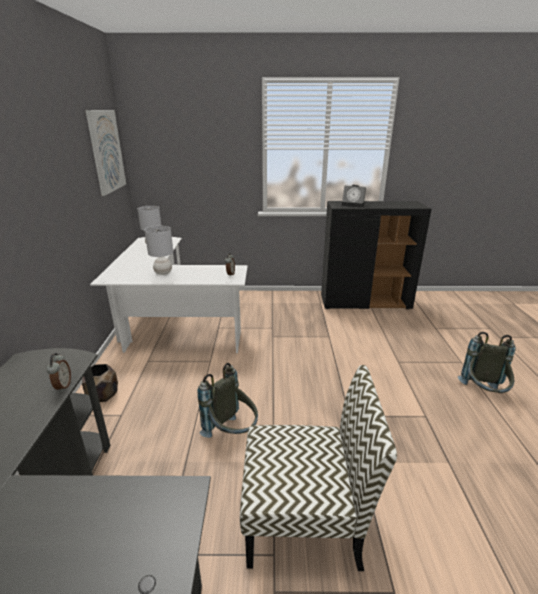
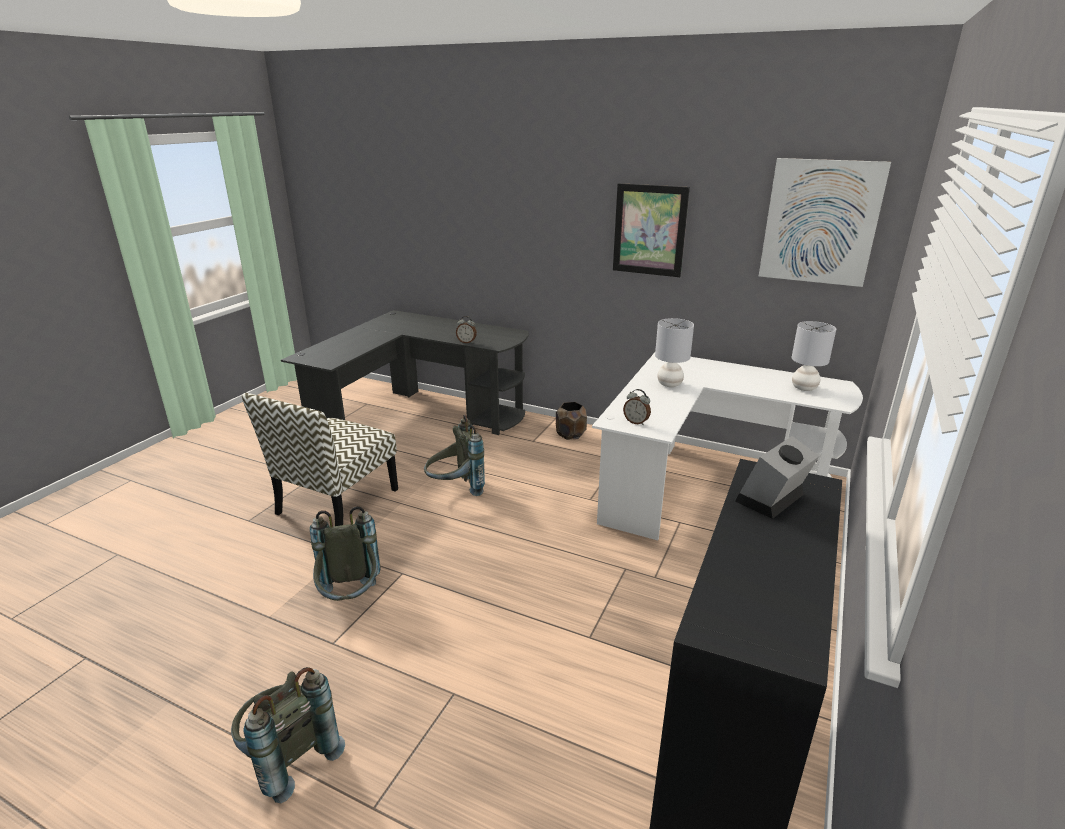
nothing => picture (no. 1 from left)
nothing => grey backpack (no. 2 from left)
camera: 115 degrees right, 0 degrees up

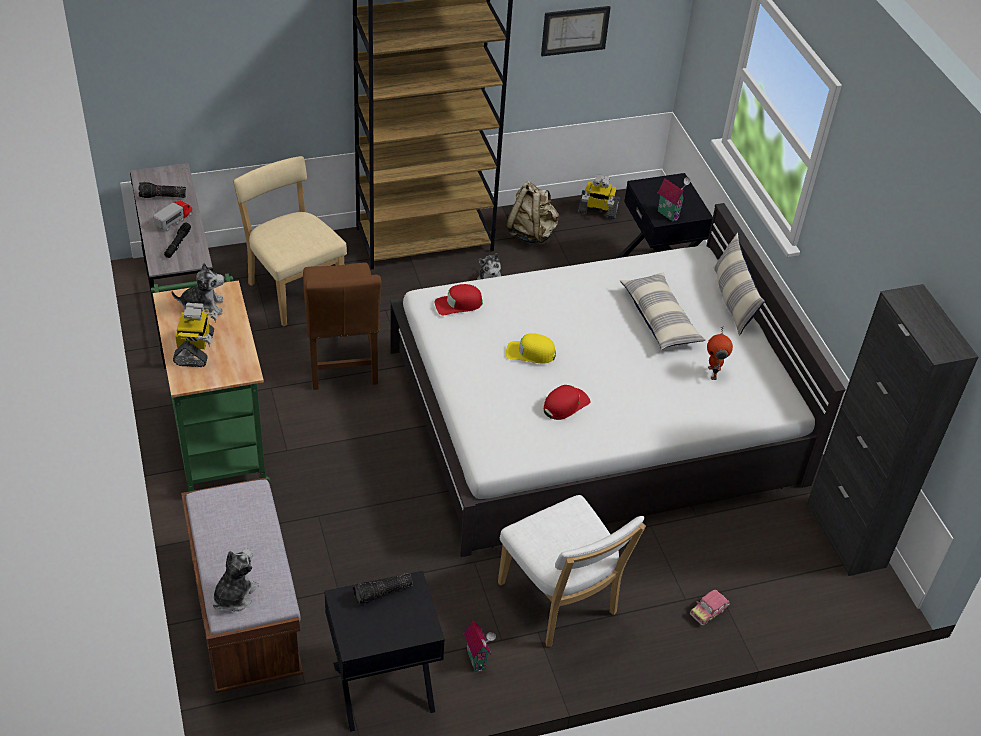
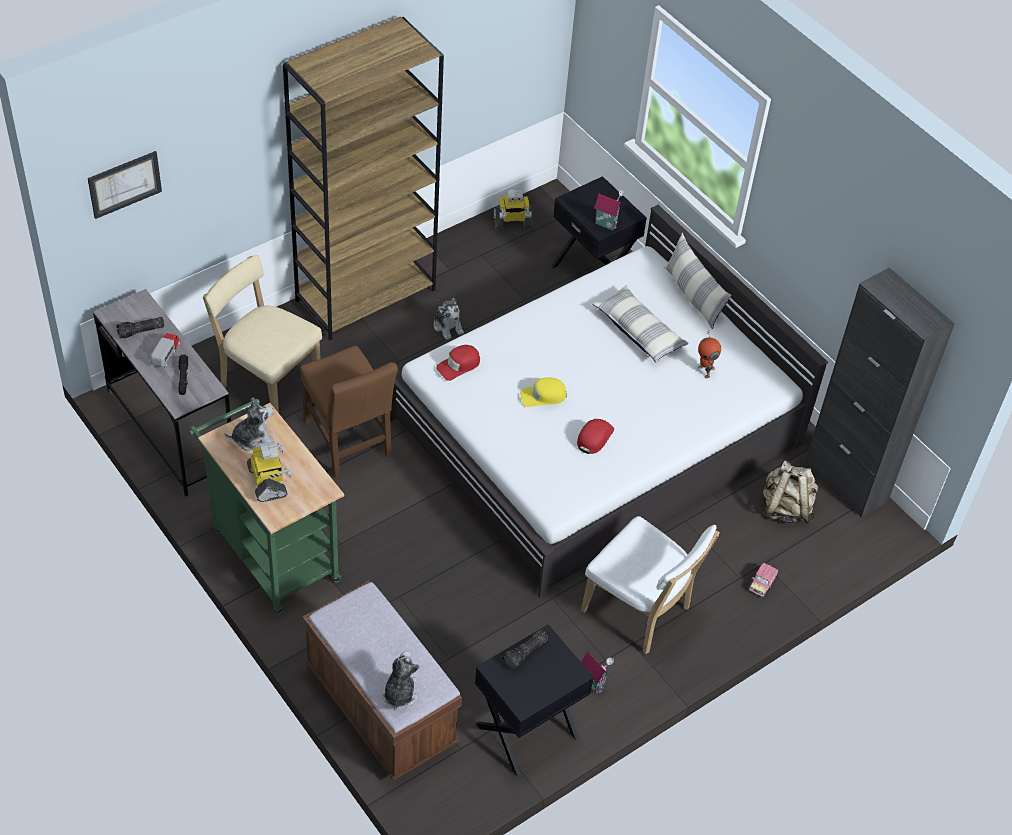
picture, shifted
beige backpack, shifted
camera: 20 degrees left, 5 degrees up

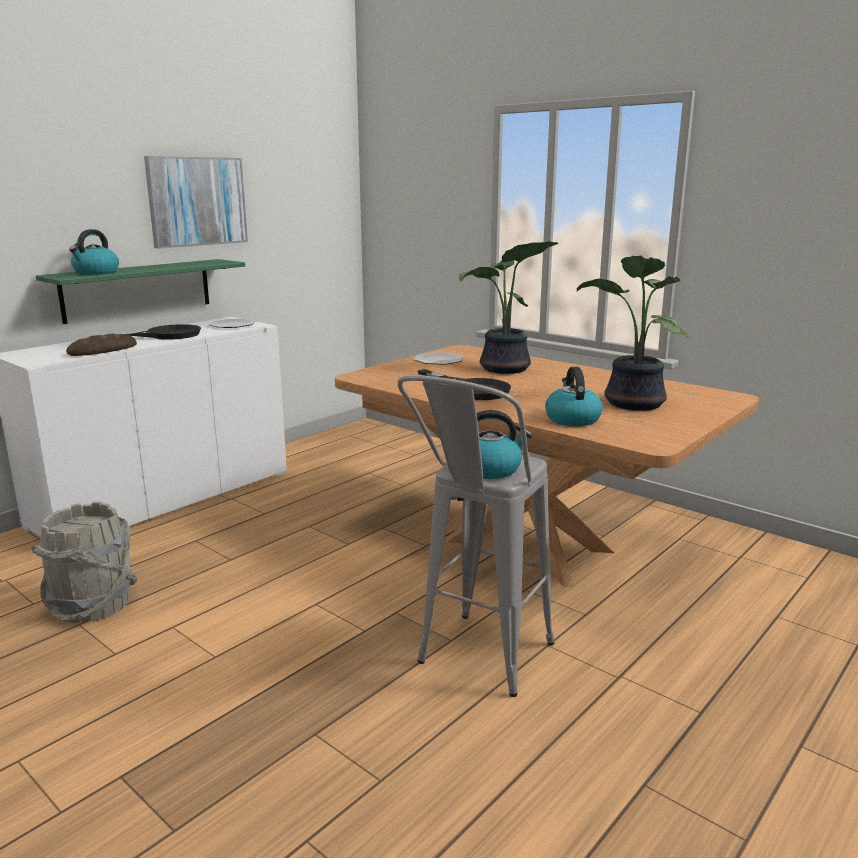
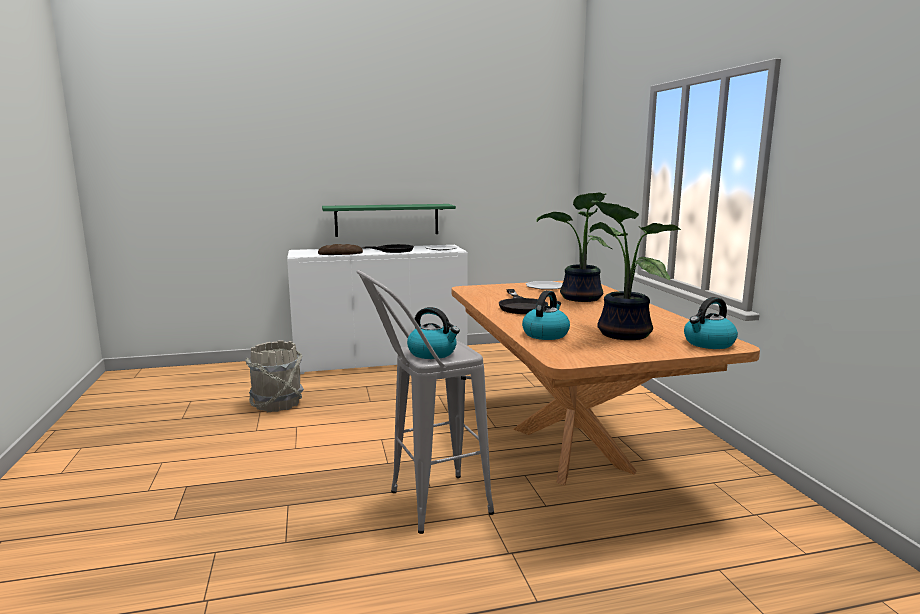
picture => nothing
kettle (no. 1 from left in the first image) => kettle (no. 3 from left), shifted
camera: 35 degrees right, 5 degrees down

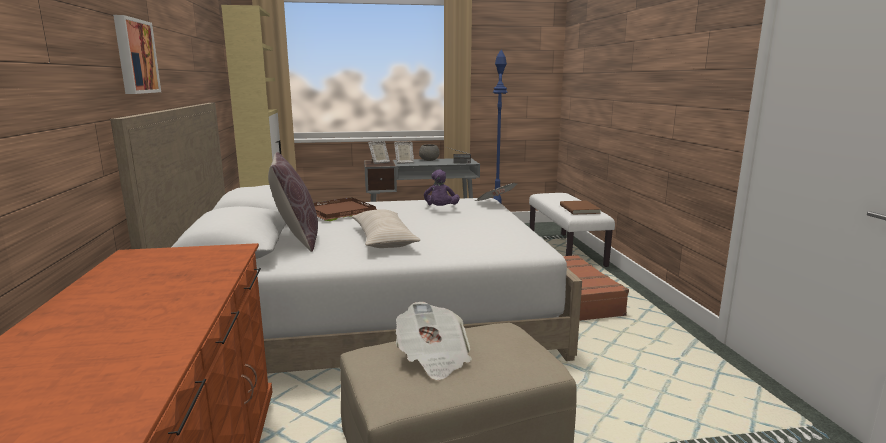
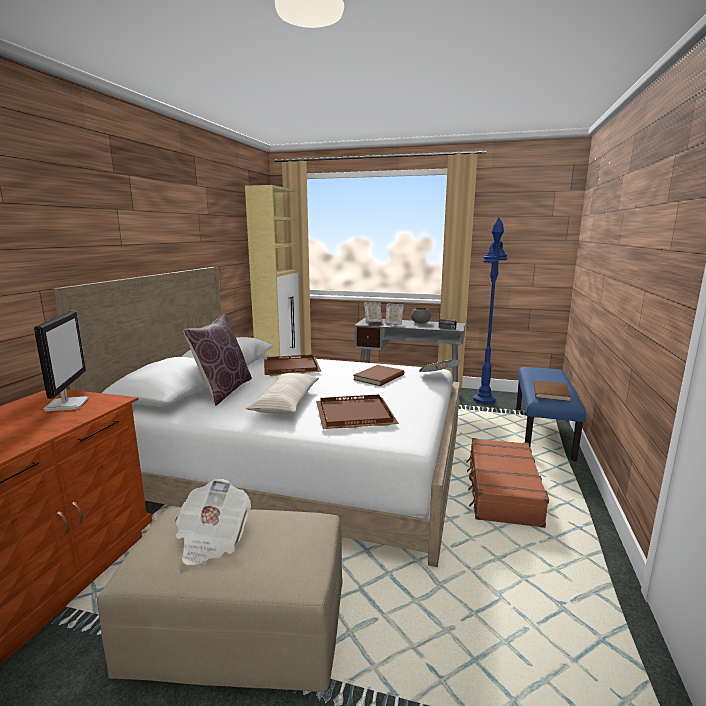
picture => nothing
purple plush toy => brown book (no. 1 from left)
white bench => blue bench
nothing => monitor
nothing => brown tray (no. 2 from left)
camera: 25 degrees right, 0 degrees up

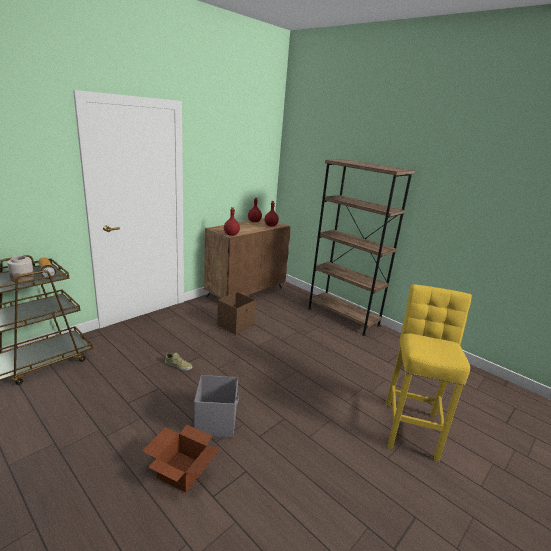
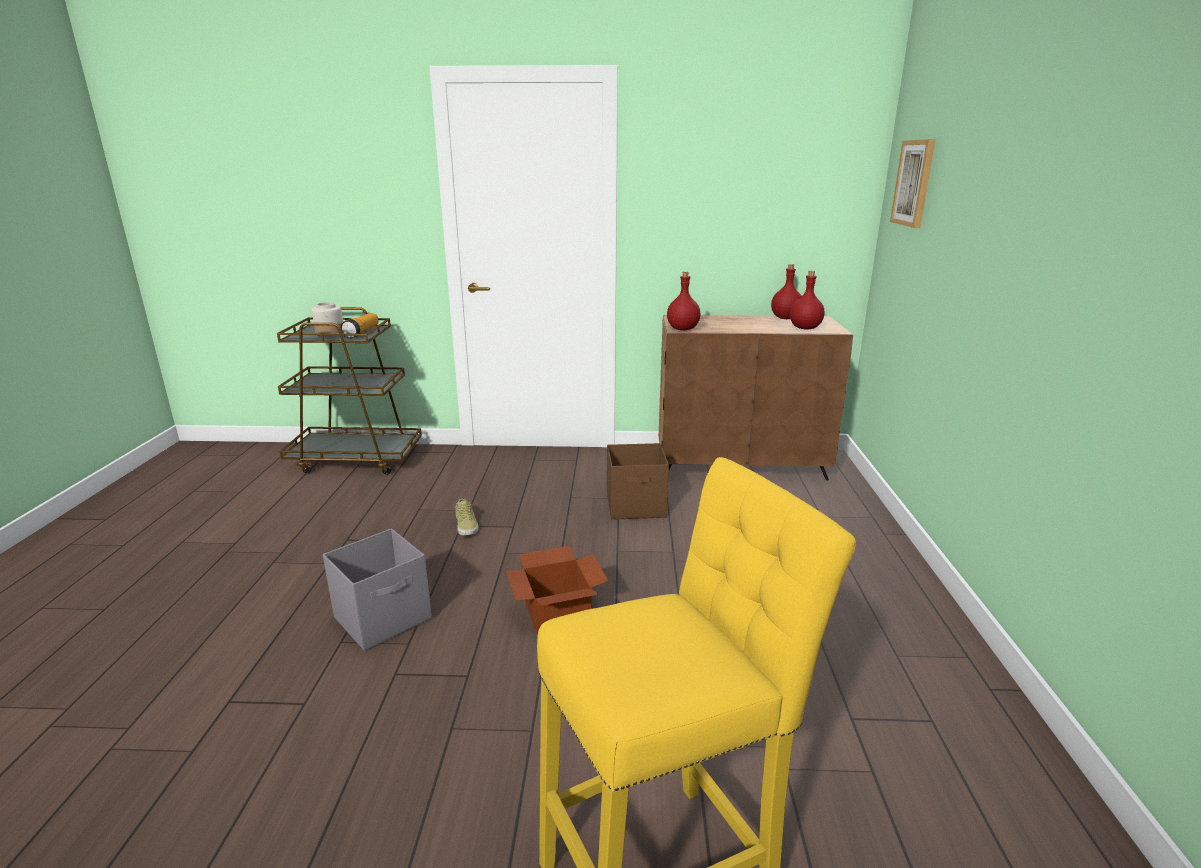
brown bookcase => nothing
cardboard box, shifted
nothing => picture
camera: 50 degrees right, 0 degrees up

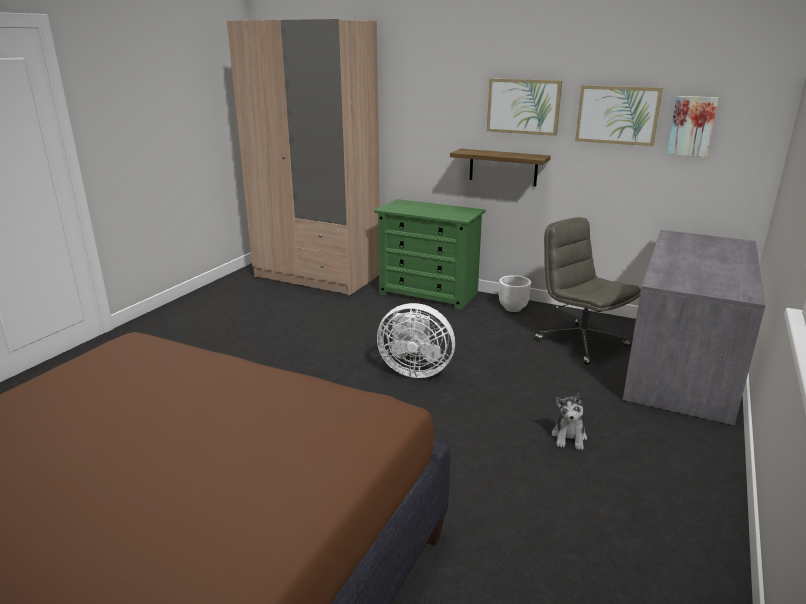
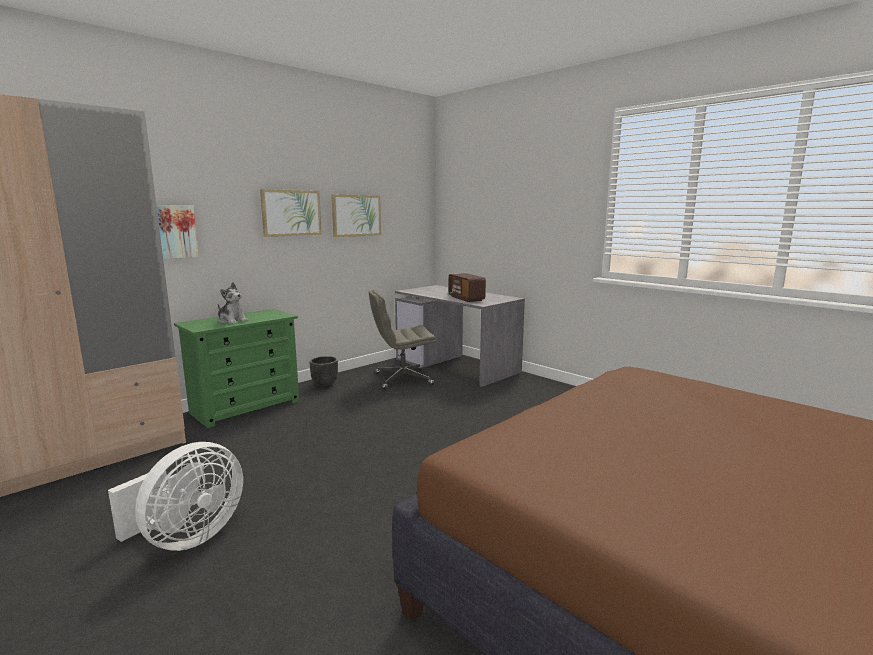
picture (no. 3 from left in the first image) => picture (no. 1 from left), shifted
shelf => nothing
white planter => black planter
white fan, shifted
plush toy, shifted
nothing => radio
camera: 70 degrees left, 10 degrees down

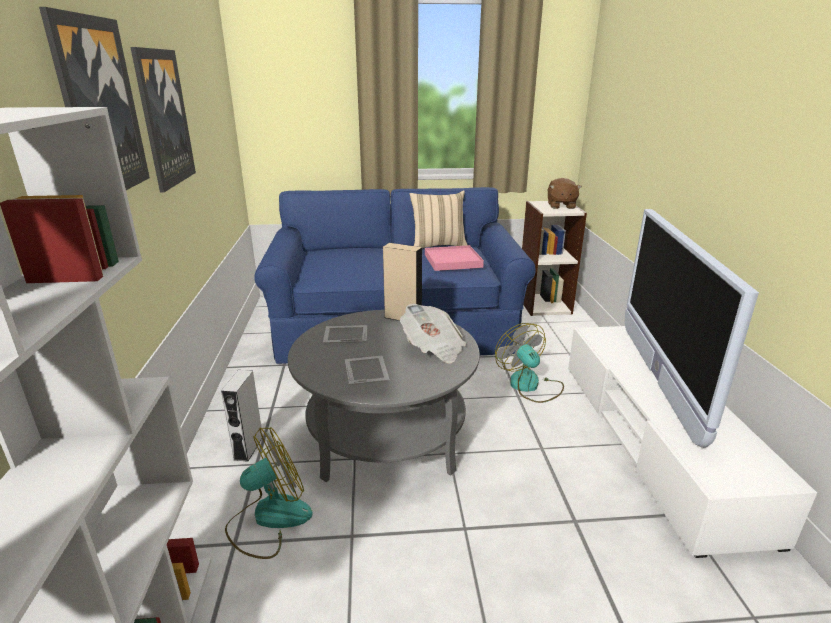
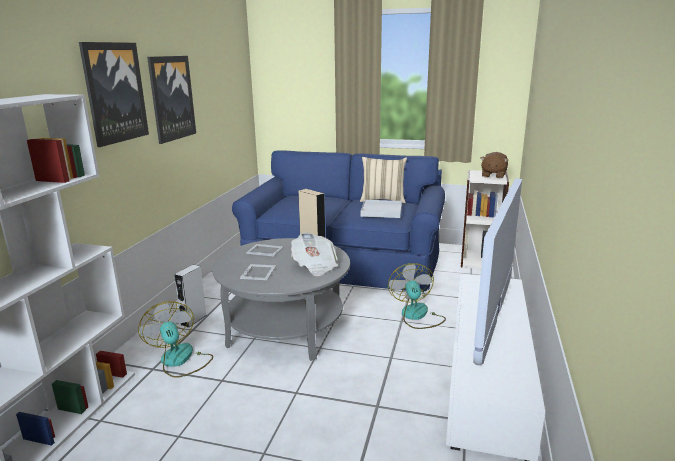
pink tray => white tray
fan (no. 1 from left), 105 degrees counterclockwise
camera: 20 degrees right, 5 degrees down

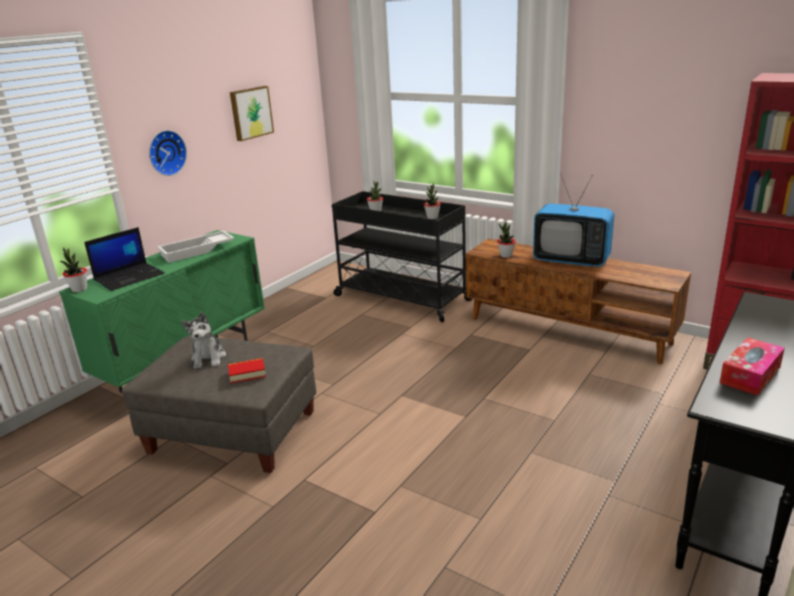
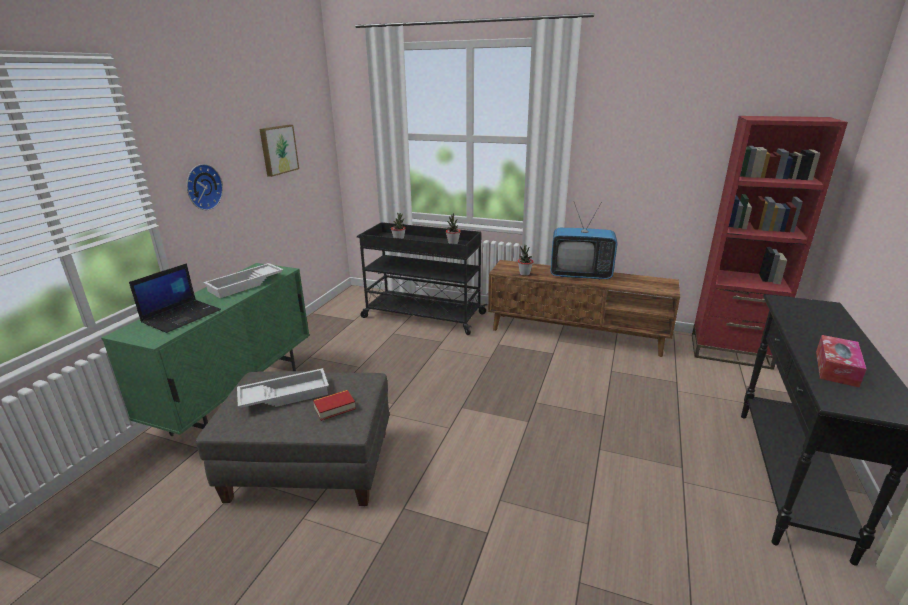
potted plant (no. 1 from left) => nothing
plush toy => white tray (no. 2 from left)
camera: 15 degrees left, 0 degrees up

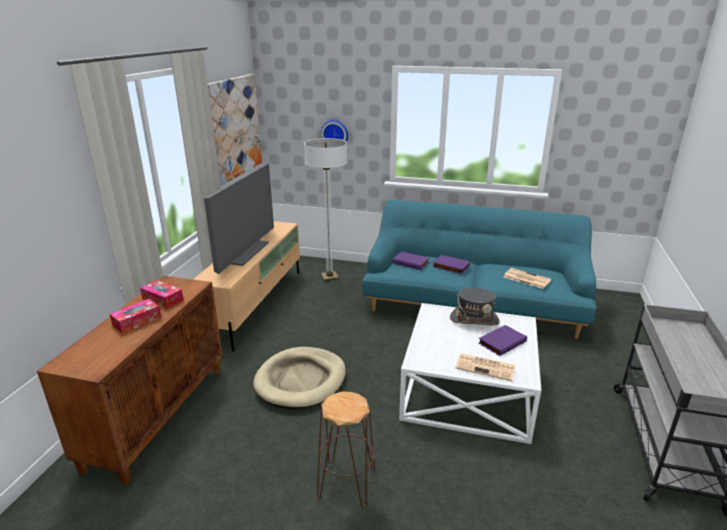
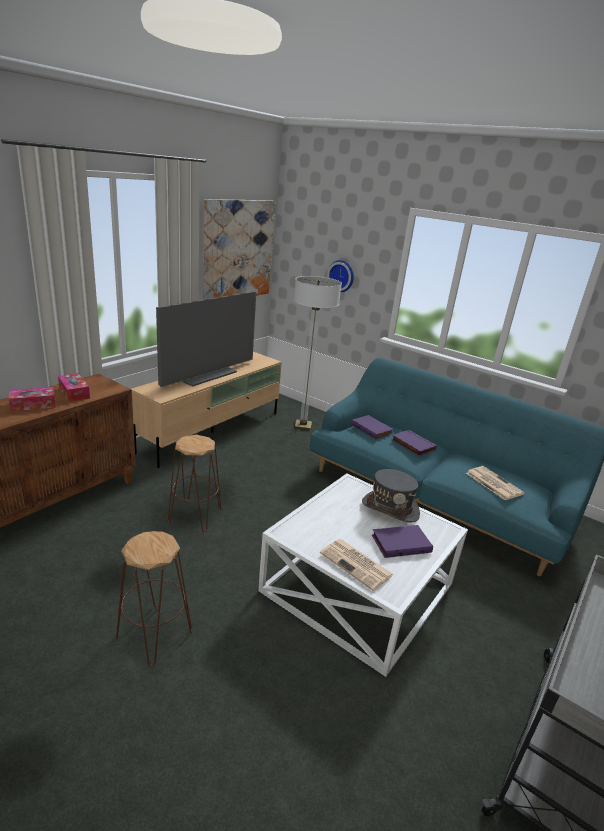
beige dog bed => brown stool (no. 2 from left)
camera: 20 degrees right, 0 degrees up

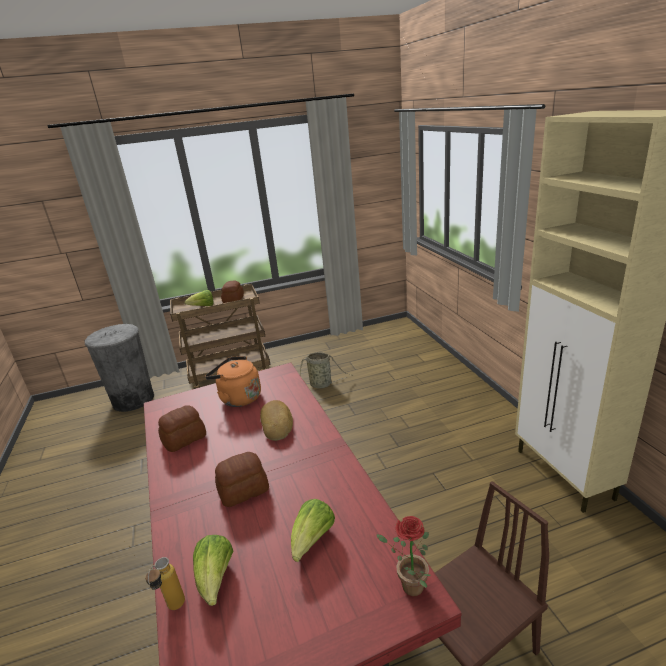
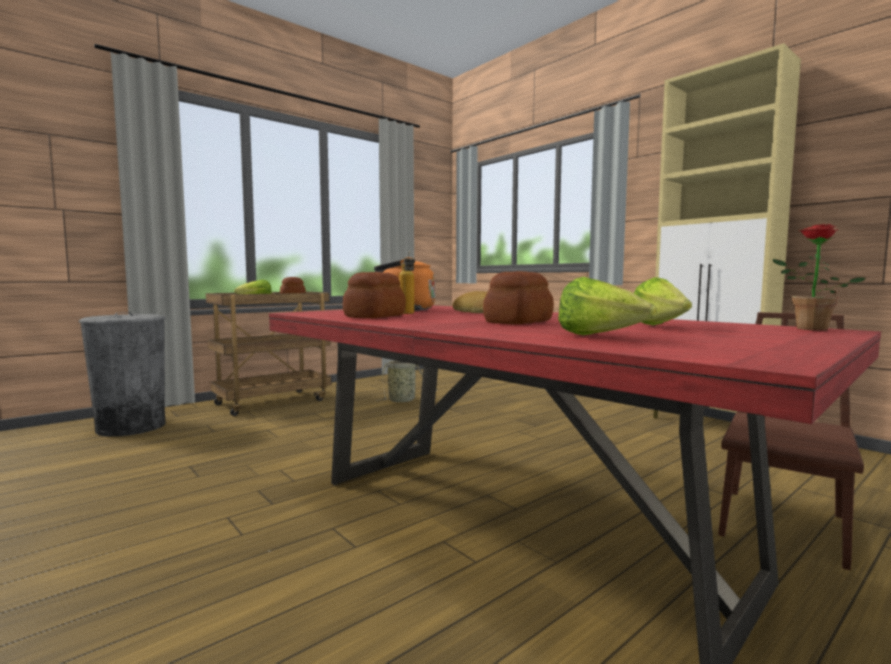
bottle, shifted
camera: 25 degrees left, 20 degrees down

